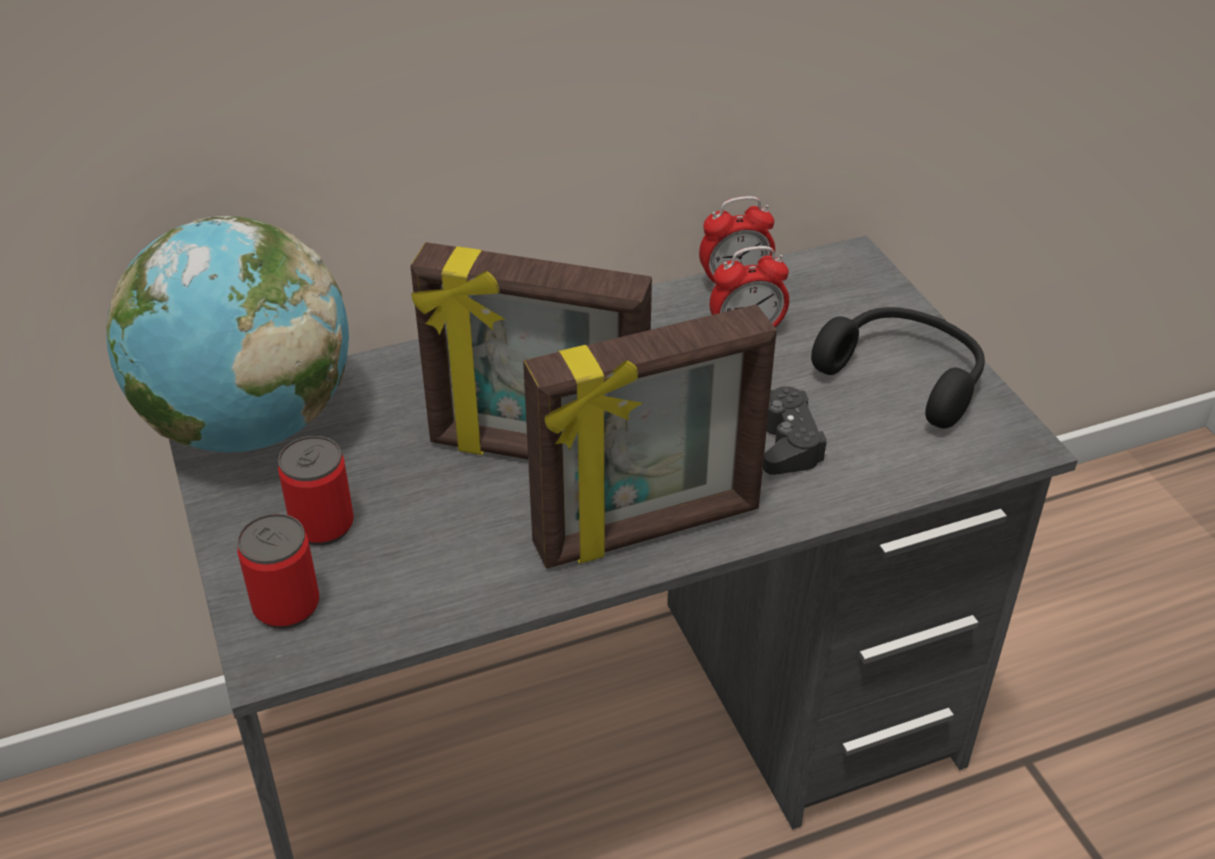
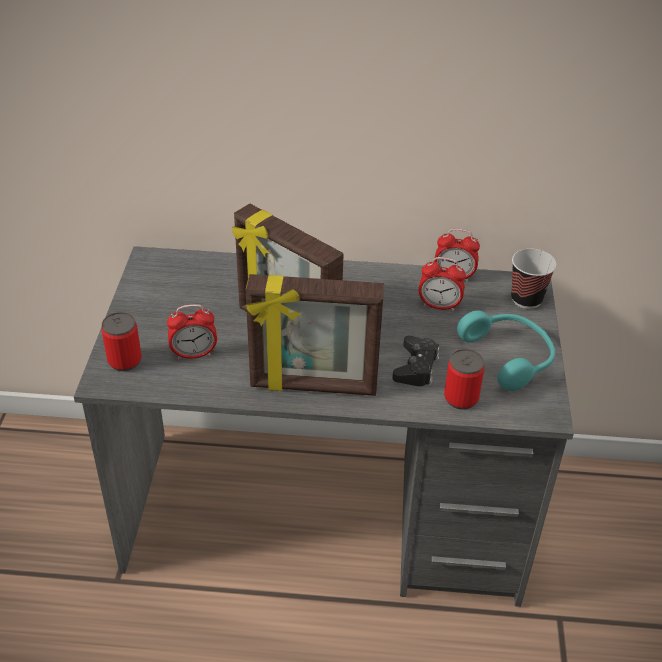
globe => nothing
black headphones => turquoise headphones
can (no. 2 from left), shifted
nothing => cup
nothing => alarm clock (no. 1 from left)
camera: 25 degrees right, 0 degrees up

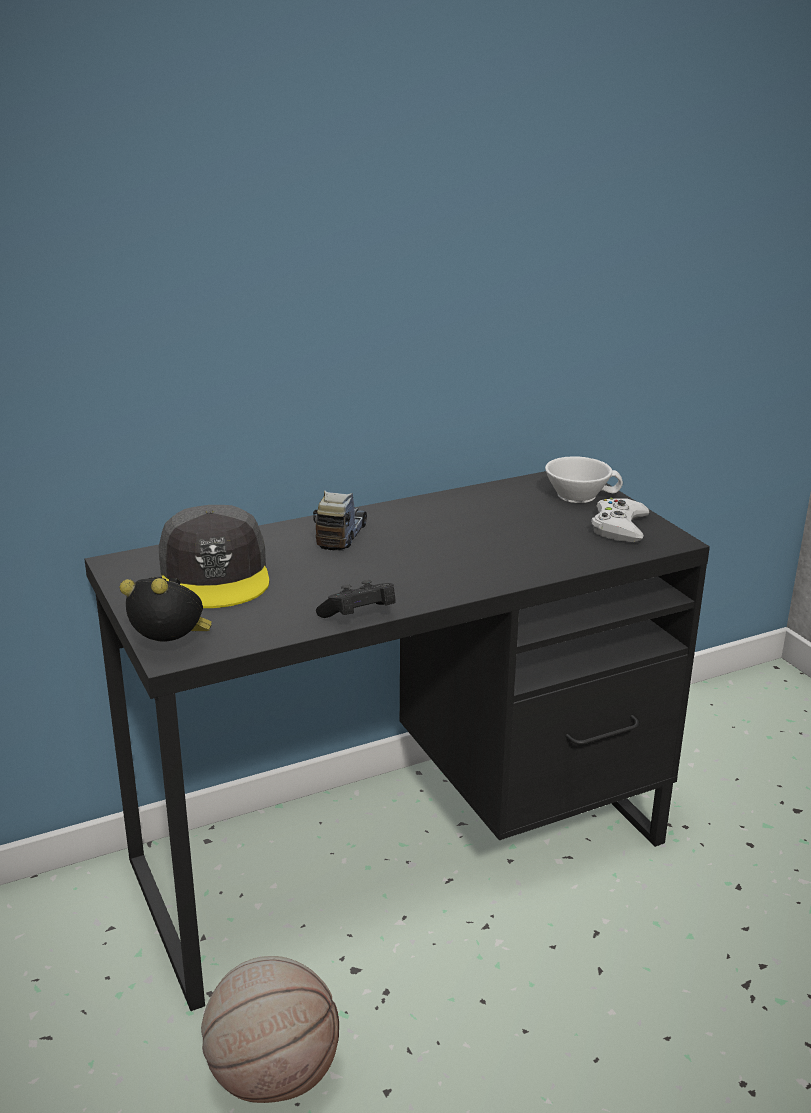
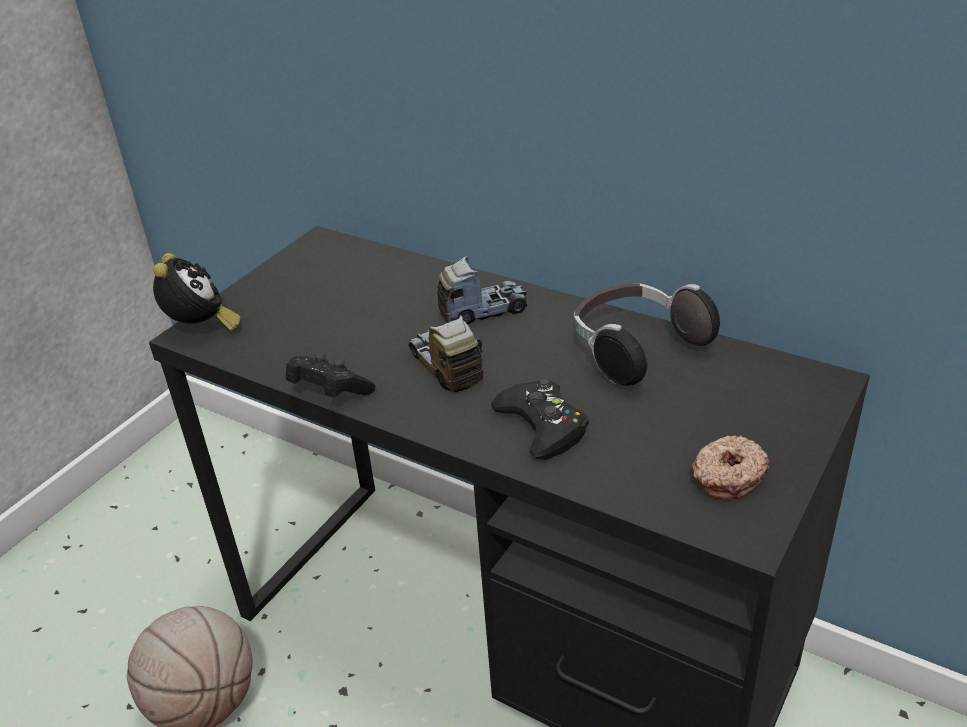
white cup => nothing
white game controller => donut
grey cap => nothing
nothing => headphones
nothing => toy truck (no. 1 from left)
nothing => black game controller (no. 2 from left)
camera: 60 degrees right, 10 degrees up

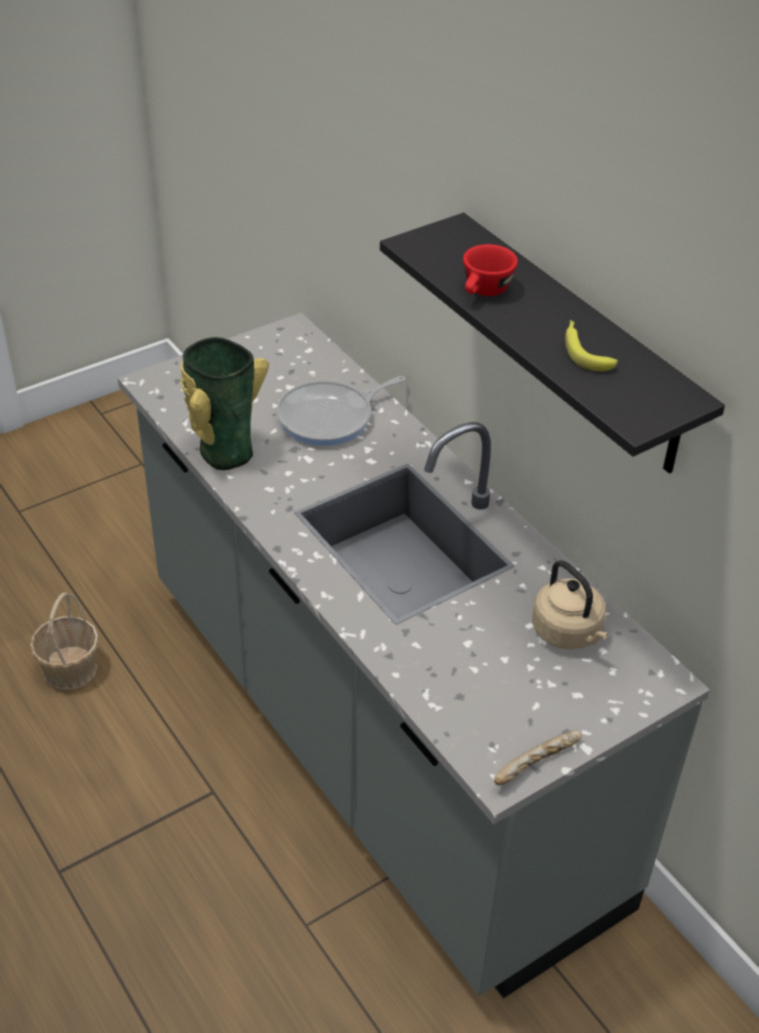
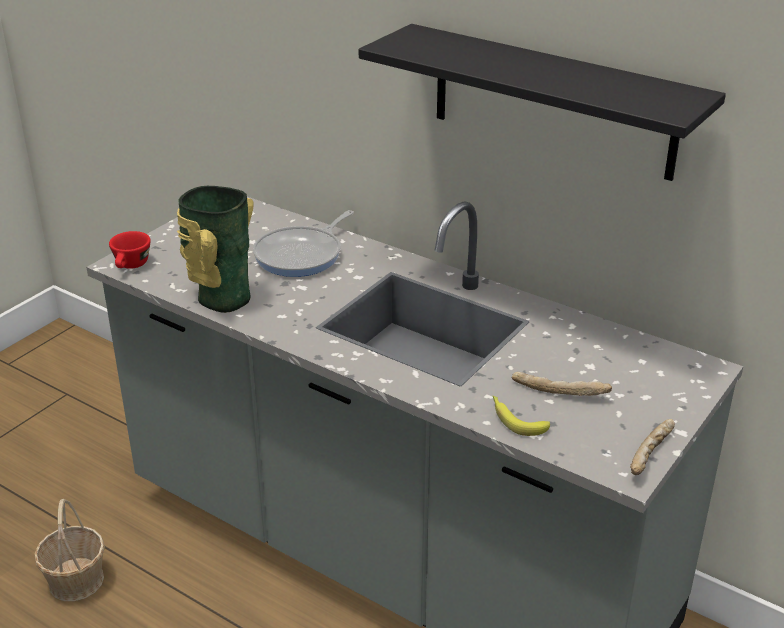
red cup, shifted
banana, shifted
beige kettle => nothing
nothing => bread (no. 1 from left)
camera: 20 degrees left, 10 degrees down

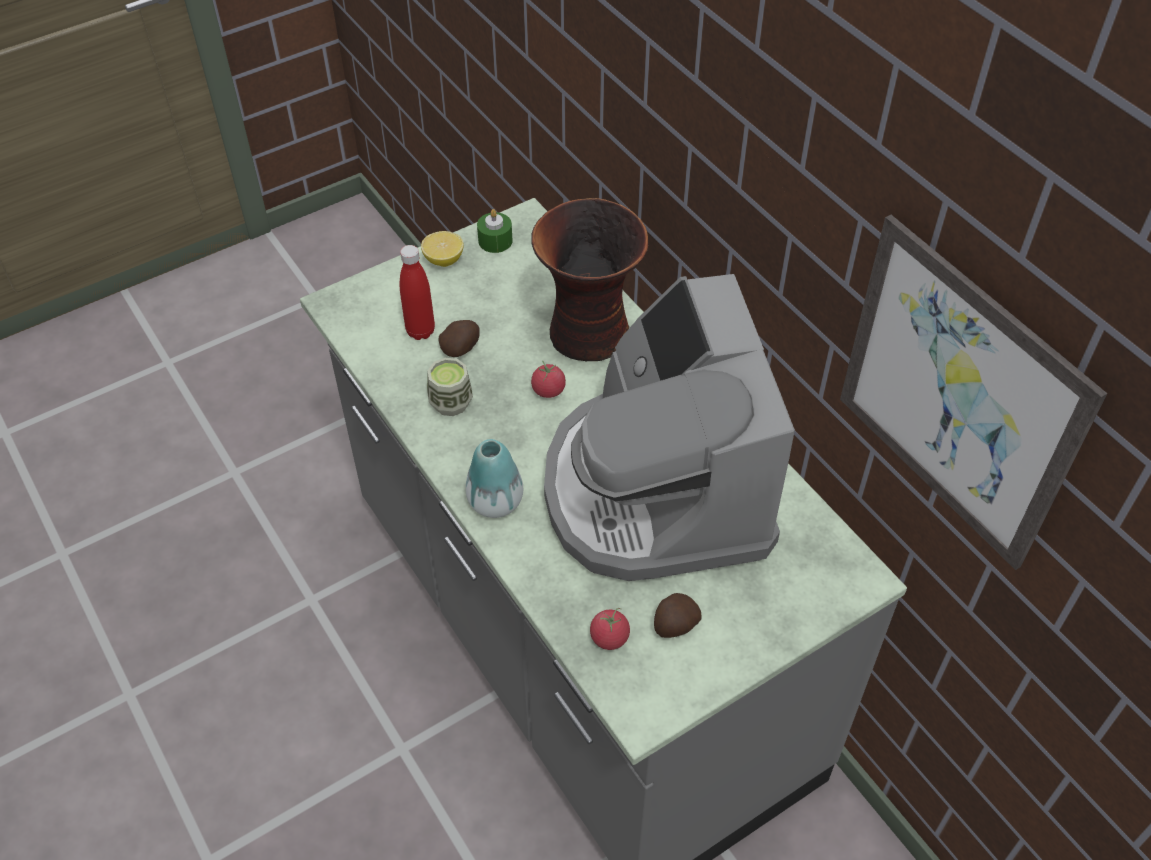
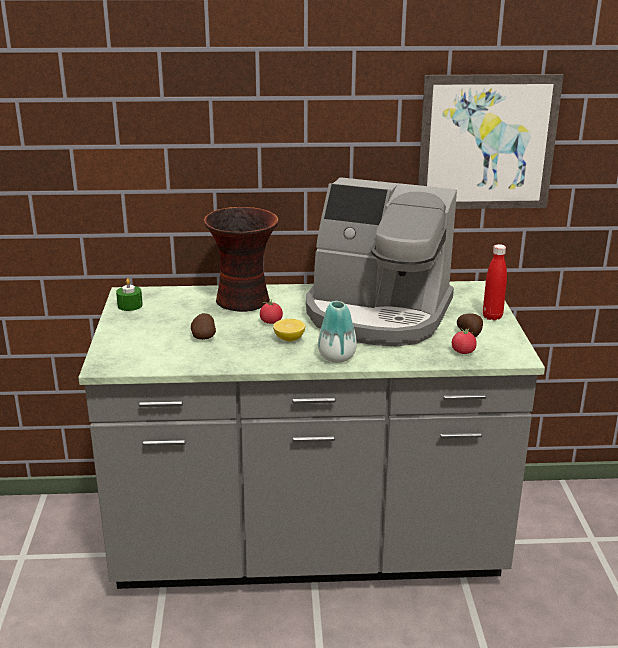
lemon, shifted
red bottle, shifted
cup => nothing
camera: 60 degrees left, 25 degrees down

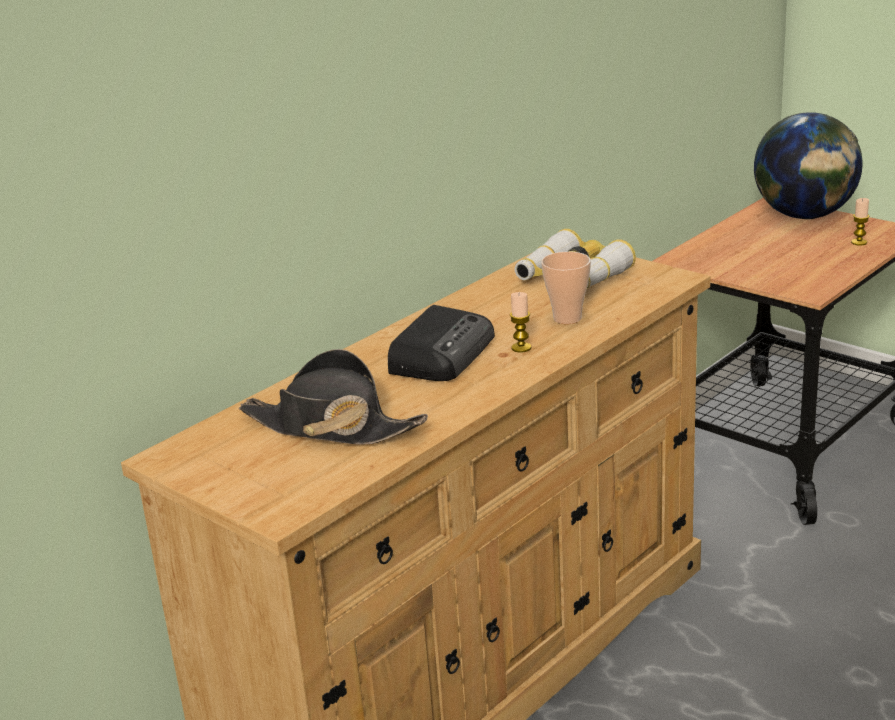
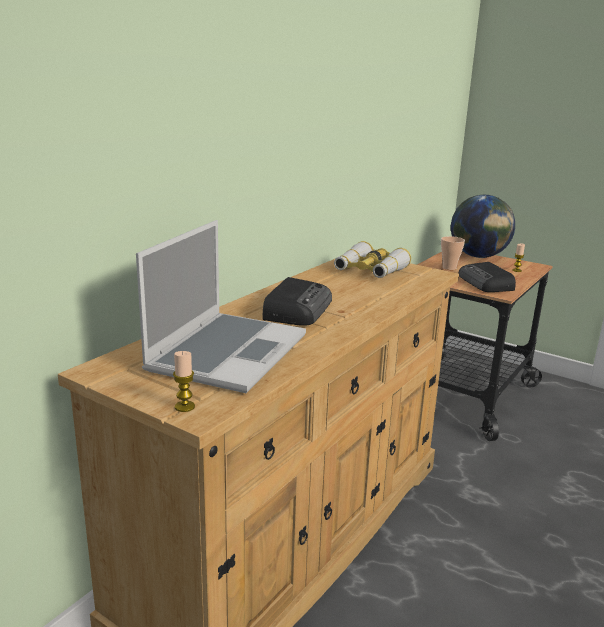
cup, shifted
candle (no. 1 from left), shifted
black hat => laptop
nothing => radio (no. 2 from left)
camera: 10 degrees left, 5 degrees down

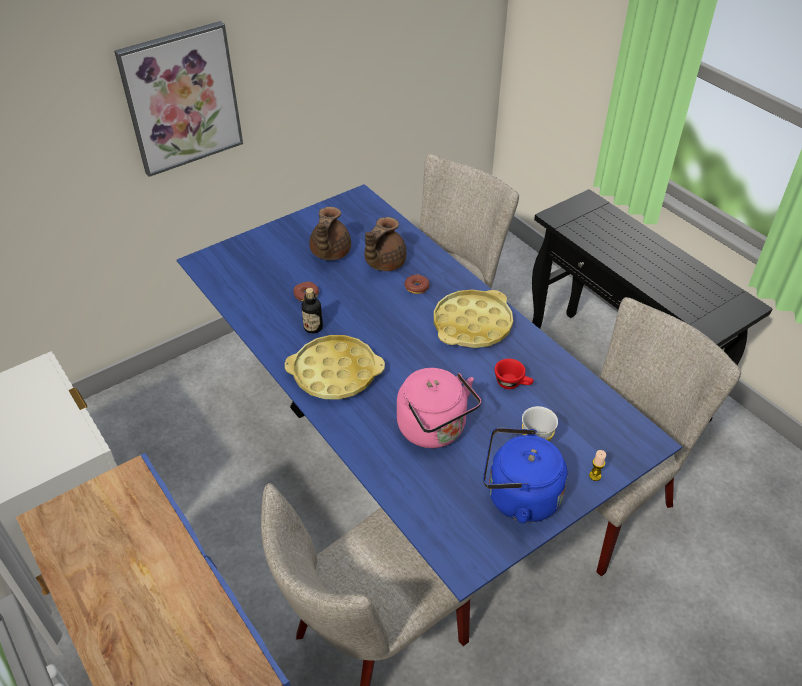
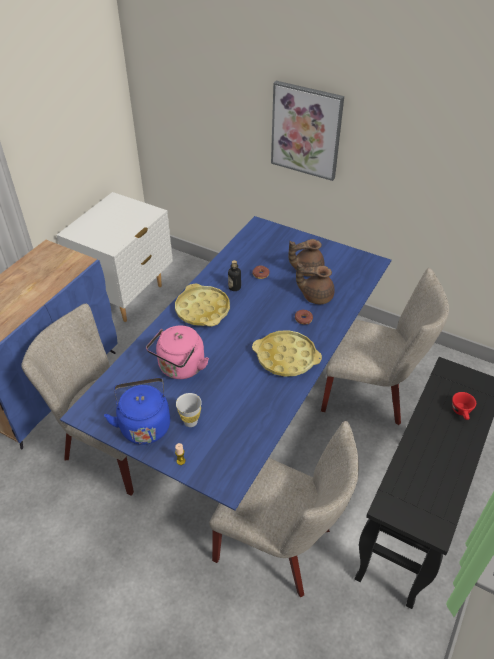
red cup, shifted
camera: 65 degrees right, 0 degrees up

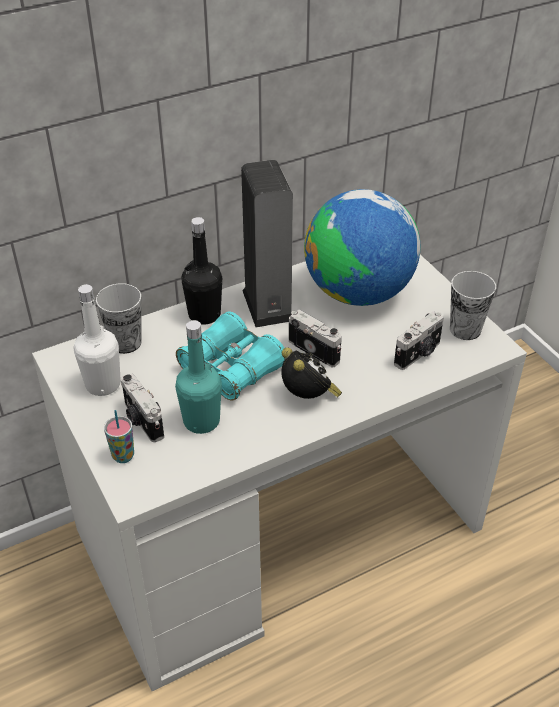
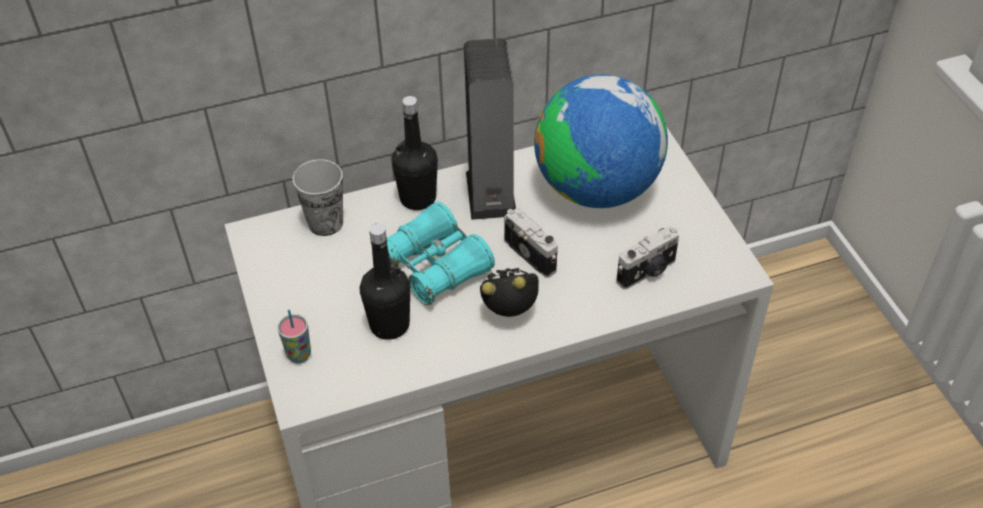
cup (no. 3 from left) => nothing
white bottle => nothing
turquoise bottle => black bottle (no. 1 from left)
alarm clock, 75 degrees counterclockwise
photo camera (no. 1 from left) => nothing
camera: 10 degrees right, 5 degrees up

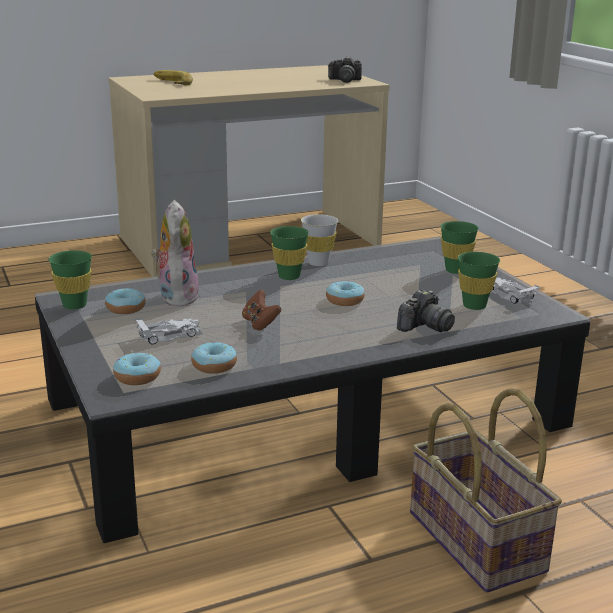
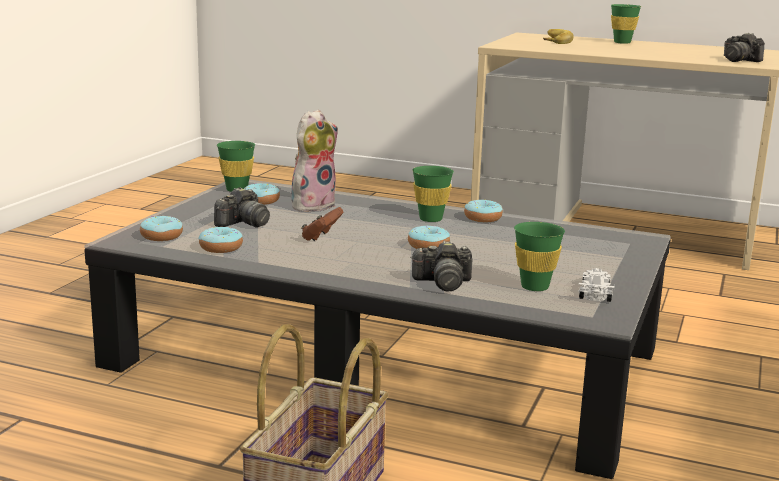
white cup => donut (no. 5 from left)
green cup (no. 3 from left in the first image) => green cup (no. 4 from left), shifted
white toy car (no. 1 from left) => photo camera (no. 1 from left)
camera: 45 degrees right, 5 degrees down

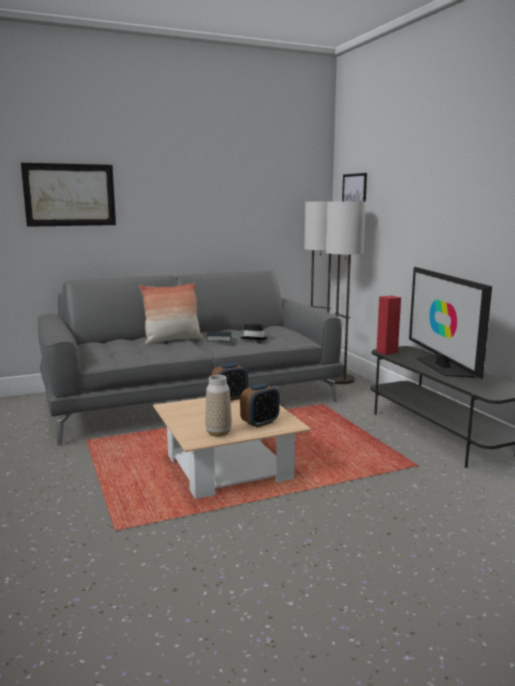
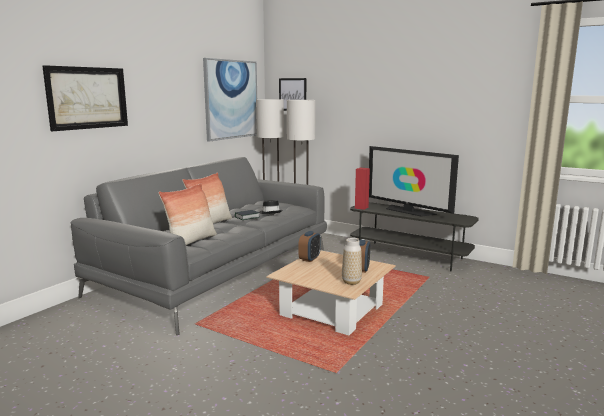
nothing => picture (no. 2 from left)
nothing => pillow (no. 1 from left)
camera: 35 degrees left, 0 degrees up

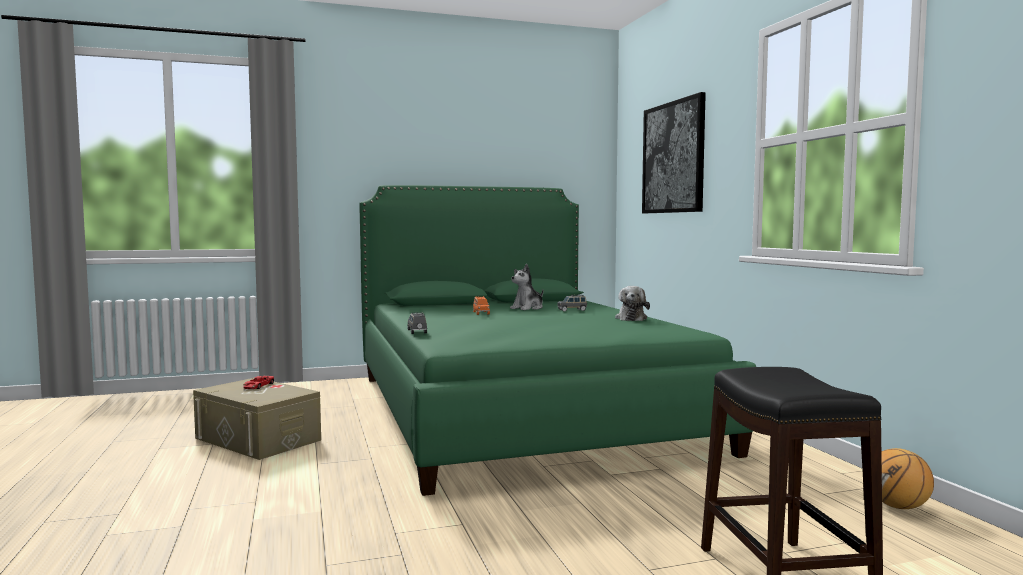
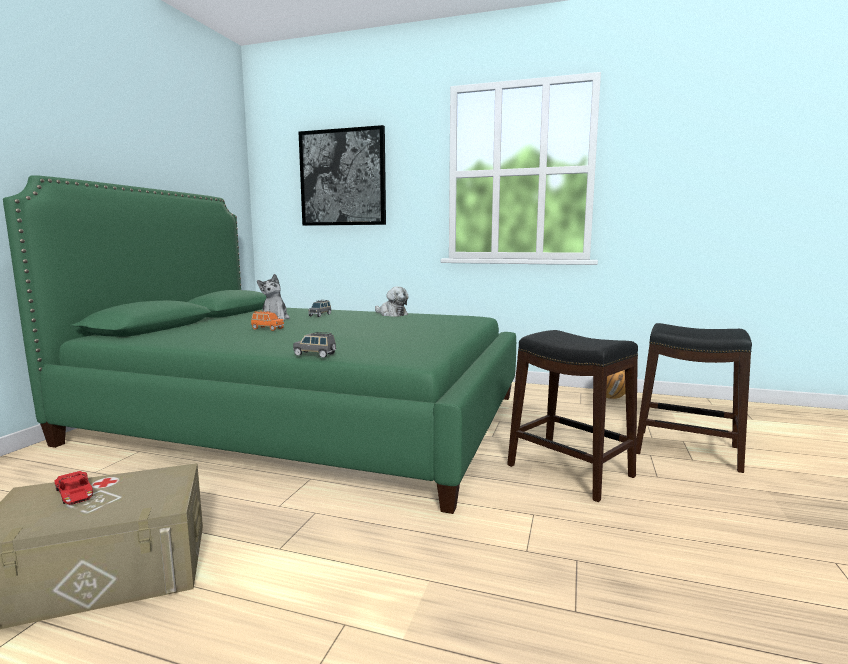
nothing => black stool (no. 1 from left)
camera: 55 degrees left, 5 degrees up

